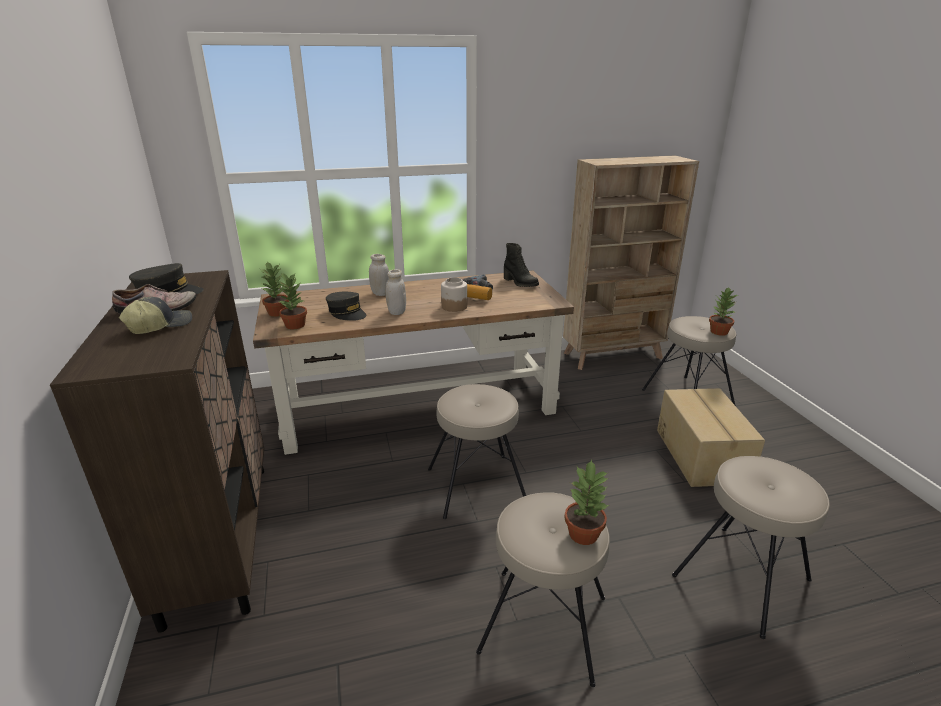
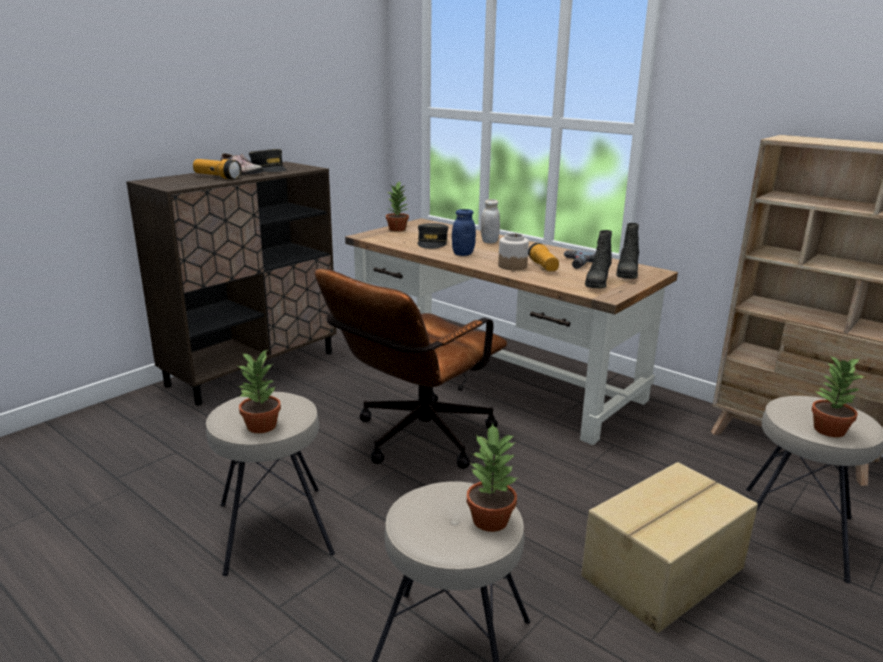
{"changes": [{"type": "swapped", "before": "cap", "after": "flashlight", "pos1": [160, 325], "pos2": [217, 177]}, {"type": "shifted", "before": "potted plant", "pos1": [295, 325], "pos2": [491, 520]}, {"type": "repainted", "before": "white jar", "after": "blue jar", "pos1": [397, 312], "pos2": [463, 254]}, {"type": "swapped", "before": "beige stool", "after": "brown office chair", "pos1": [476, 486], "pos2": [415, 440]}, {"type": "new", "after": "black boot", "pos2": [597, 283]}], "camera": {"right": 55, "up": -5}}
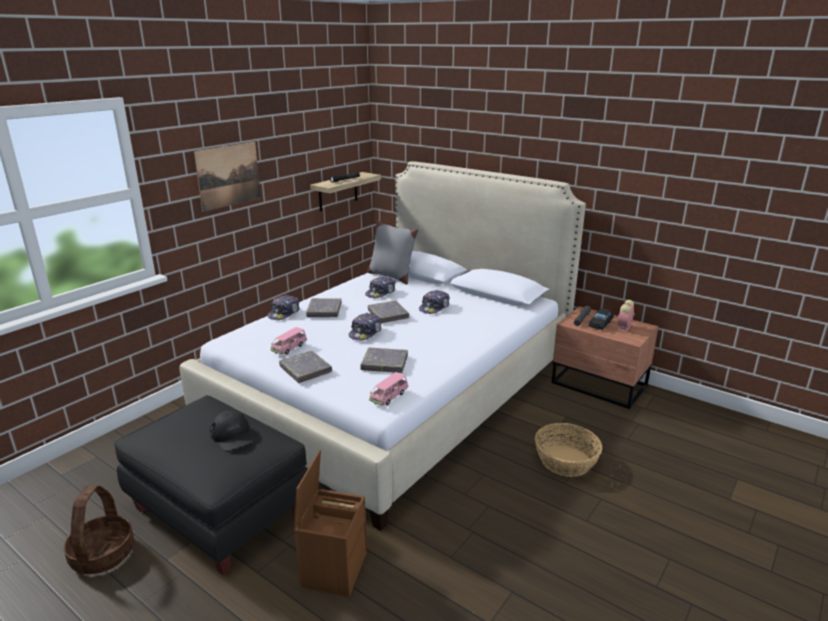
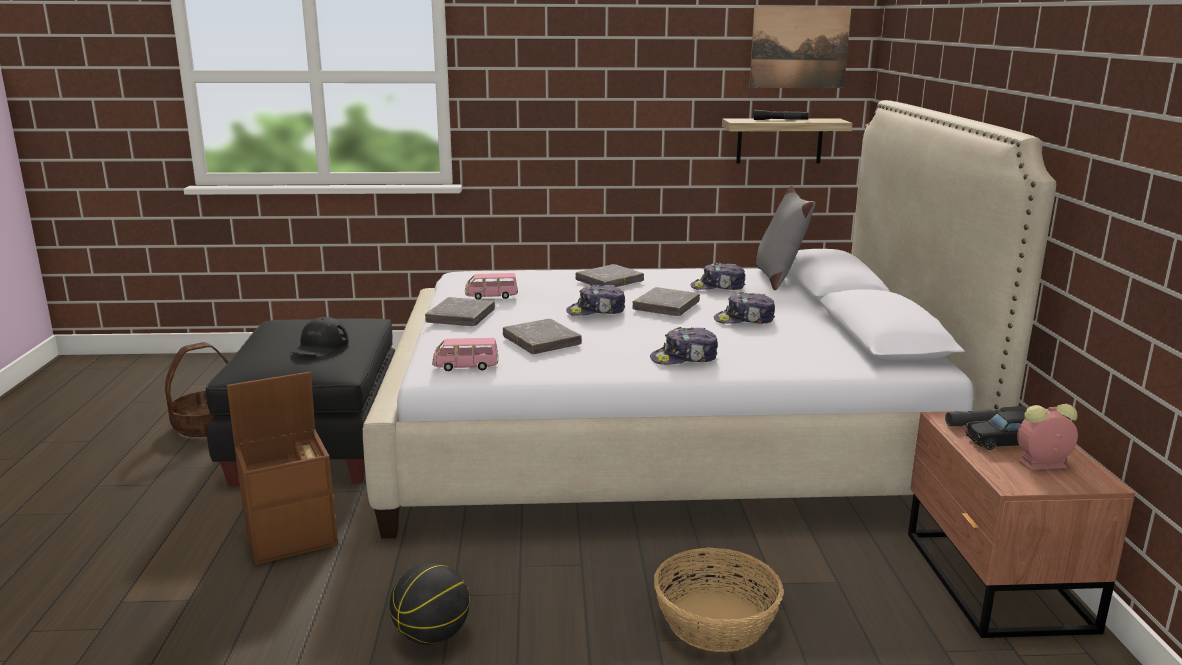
{"changes": [{"type": "shifted", "before": "picture", "pos1": [228, 175], "pos2": [799, 47]}, {"type": "shifted", "before": "cap", "pos1": [284, 313], "pos2": [684, 359]}, {"type": "new", "after": "basketball", "pos2": [432, 636]}], "camera": {"right": 50, "up": -5}}
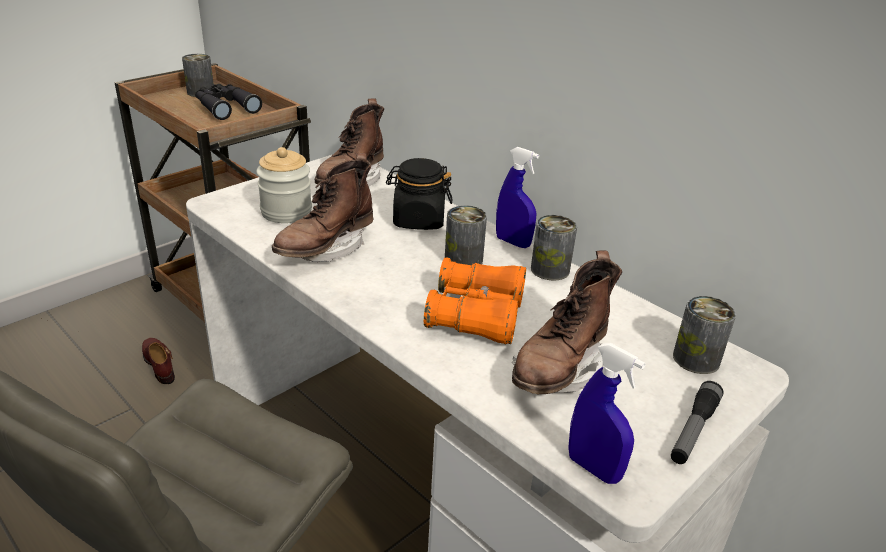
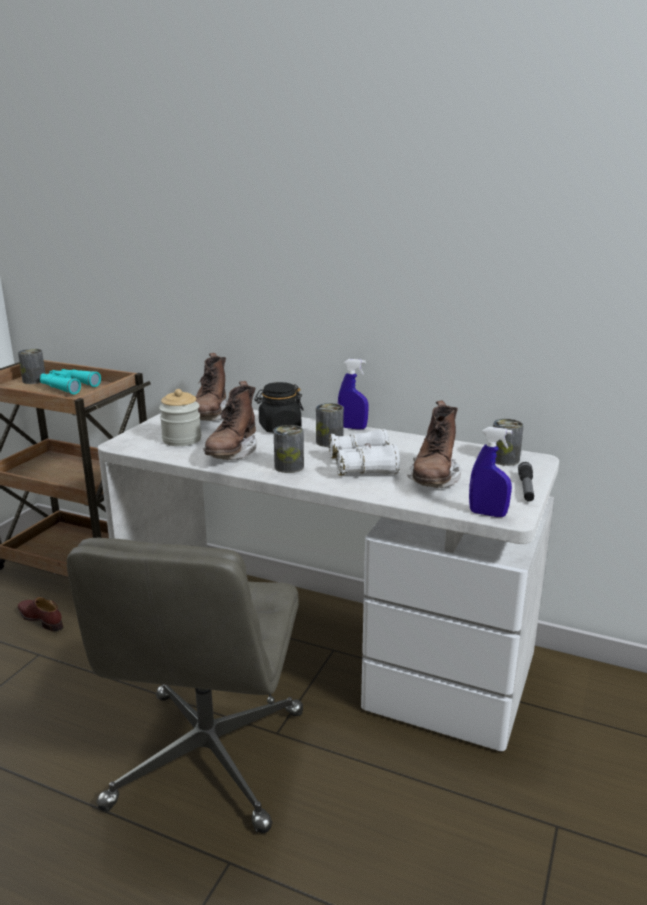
{"changes": [{"type": "repainted", "before": "black binoculars", "after": "turquoise binoculars", "pos1": [225, 107], "pos2": [67, 387]}, {"type": "repainted", "before": "orange binoculars", "after": "white binoculars", "pos1": [476, 315], "pos2": [363, 466]}, {"type": "shifted", "before": "can", "pos1": [550, 269], "pos2": [289, 467]}], "camera": {"right": -20, "up": -10}}
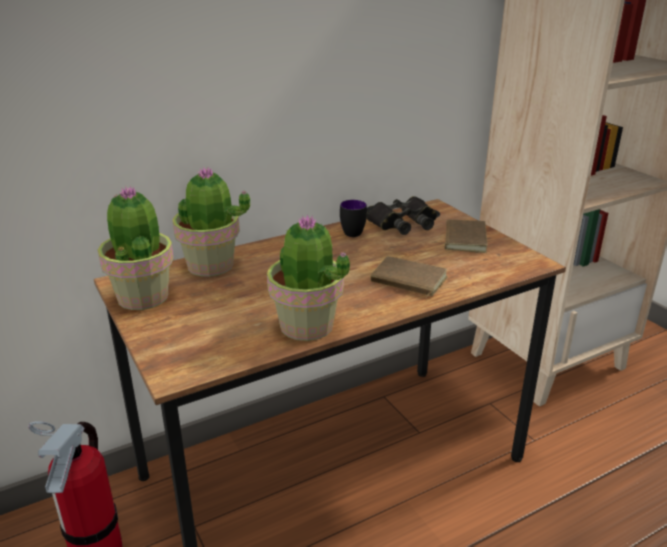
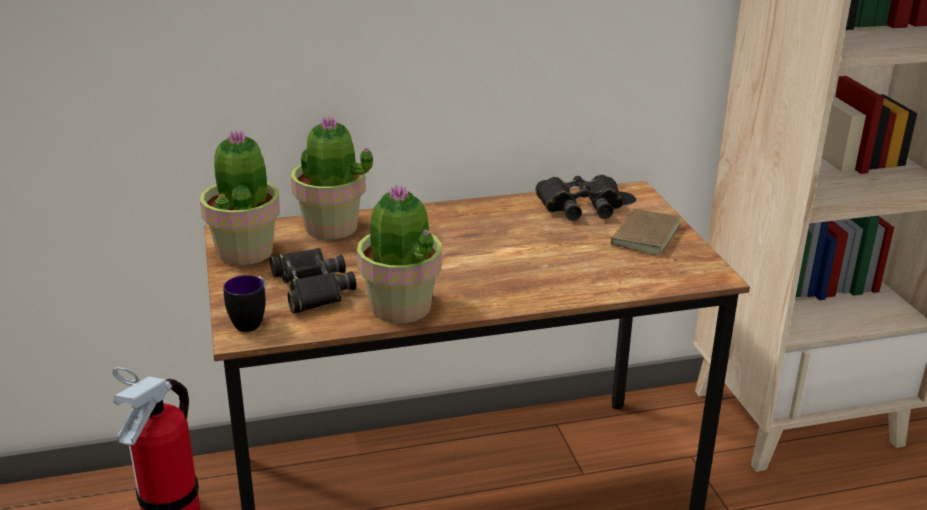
{"changes": [{"type": "shifted", "before": "mug", "pos1": [353, 231], "pos2": [252, 321]}, {"type": "gone", "before": "brown book", "pos1": [407, 281]}, {"type": "new", "after": "black binoculars", "pos2": [311, 288]}], "camera": {"right": 15, "up": 0}}
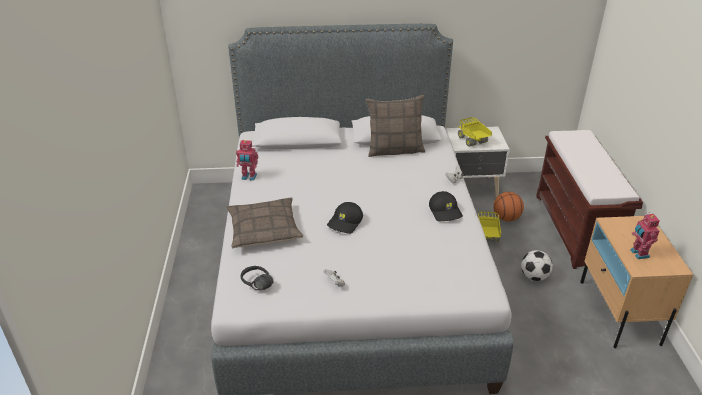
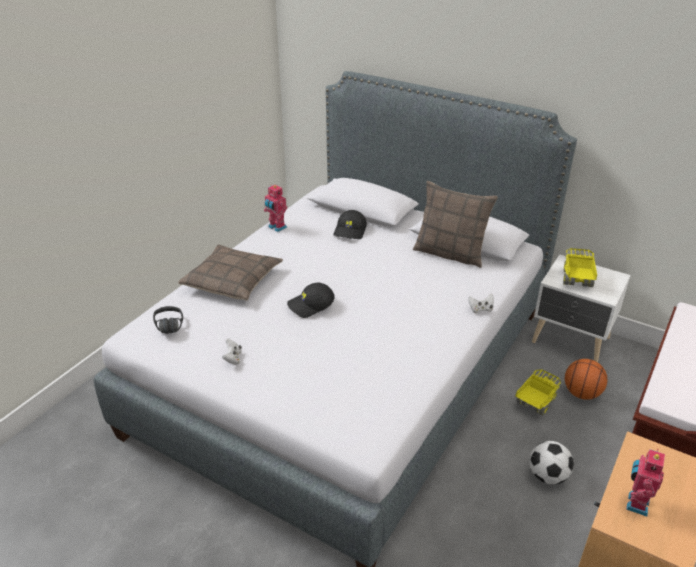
{"changes": [{"type": "shifted", "before": "black cap", "pos1": [445, 212], "pos2": [350, 231]}], "camera": {"right": 35, "up": 0}}
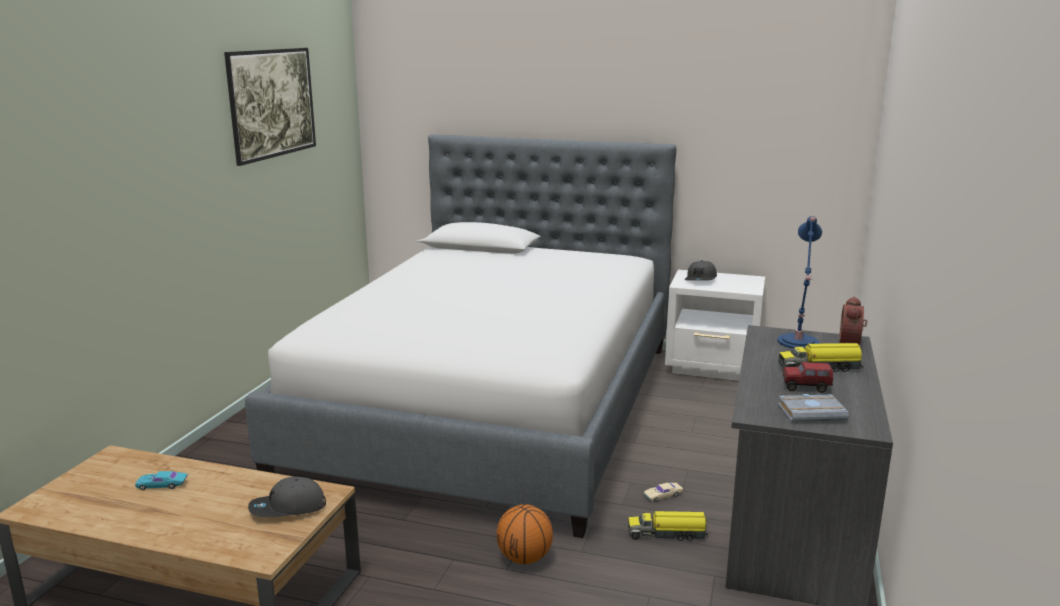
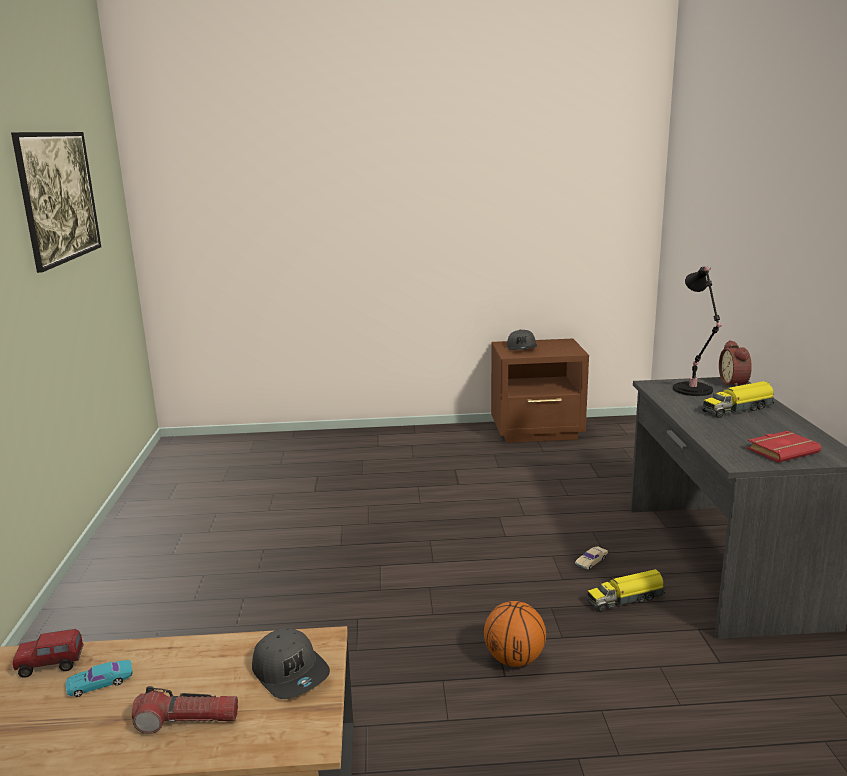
{"changes": [{"type": "gone", "before": "bed", "pos1": [494, 406]}, {"type": "rotated", "before": "grey cap", "pos1": [287, 509], "pos2": [291, 672], "turn": -90}, {"type": "repainted", "before": "white nightstand", "after": "brown nightstand", "pos1": [713, 368], "pos2": [538, 431]}, {"type": "repainted", "before": "blue table lamp", "after": "black table lamp", "pos1": [797, 343], "pos2": [693, 391]}, {"type": "repainted", "before": "grey book", "after": "red book", "pos1": [812, 412], "pos2": [782, 450]}, {"type": "shifted", "before": "toy truck", "pos1": [806, 388], "pos2": [51, 666]}, {"type": "new", "after": "flashlight", "pos2": [187, 720]}], "camera": {"right": -20, "up": 0}}
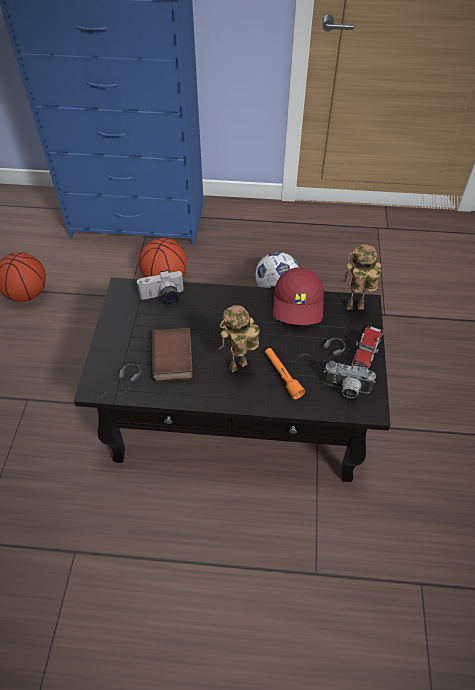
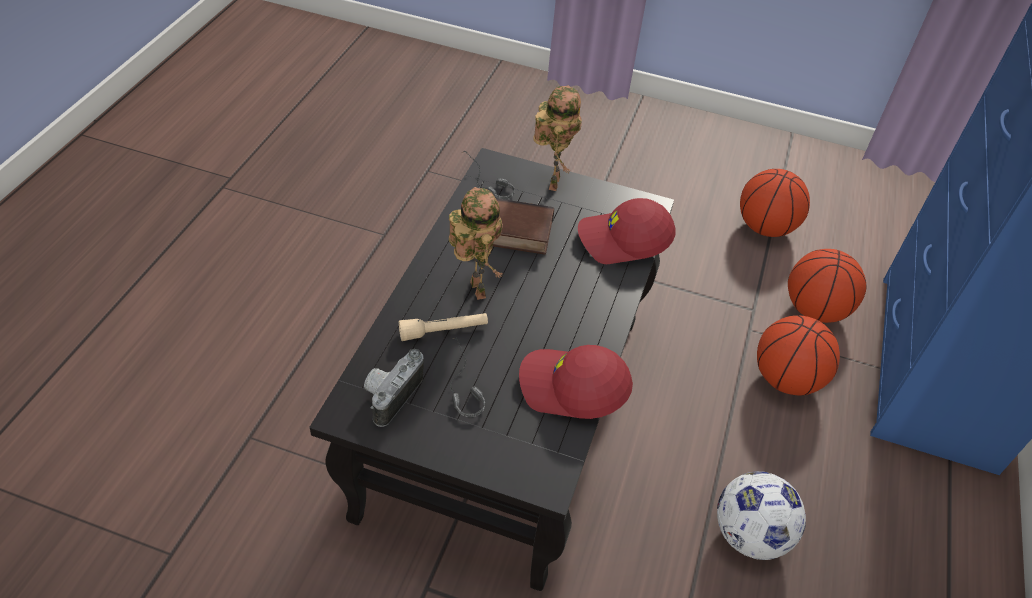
{"changes": [{"type": "swapped", "before": "photo camera", "after": "red cap", "pos1": [163, 297], "pos2": [623, 241]}, {"type": "repainted", "before": "orange flashlight", "after": "beige flashlight", "pos1": [282, 376], "pos2": [443, 331]}, {"type": "shifted", "before": "toy robot", "pos1": [354, 308], "pos2": [551, 181]}, {"type": "gone", "before": "toy truck", "pos1": [367, 350]}, {"type": "new", "after": "basketball", "pos2": [814, 310]}], "camera": {"right": 100, "up": -5}}
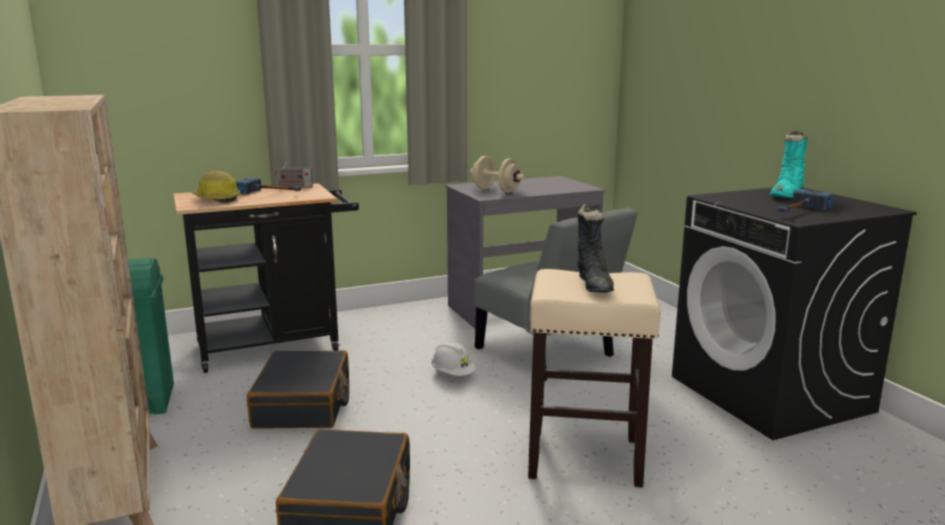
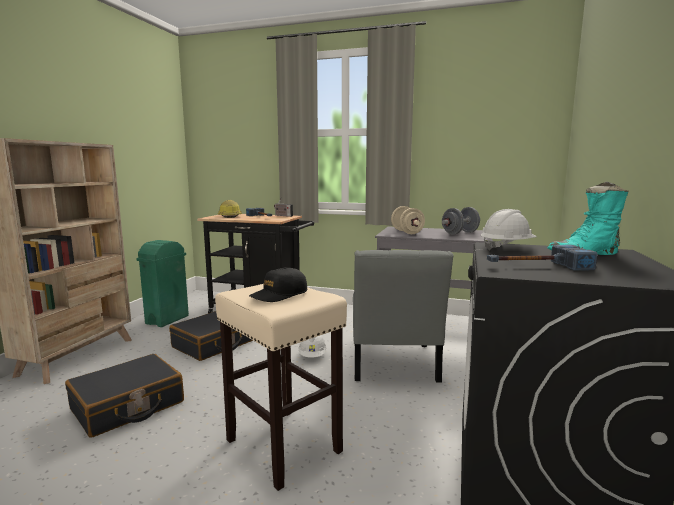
{"changes": [{"type": "swapped", "before": "black boot", "after": "black cap", "pos1": [594, 284], "pos2": [279, 294]}, {"type": "new", "after": "grey dumbbell", "pos2": [460, 233]}, {"type": "new", "after": "white hard hat", "pos2": [506, 247]}], "camera": {"right": 40, "up": -5}}
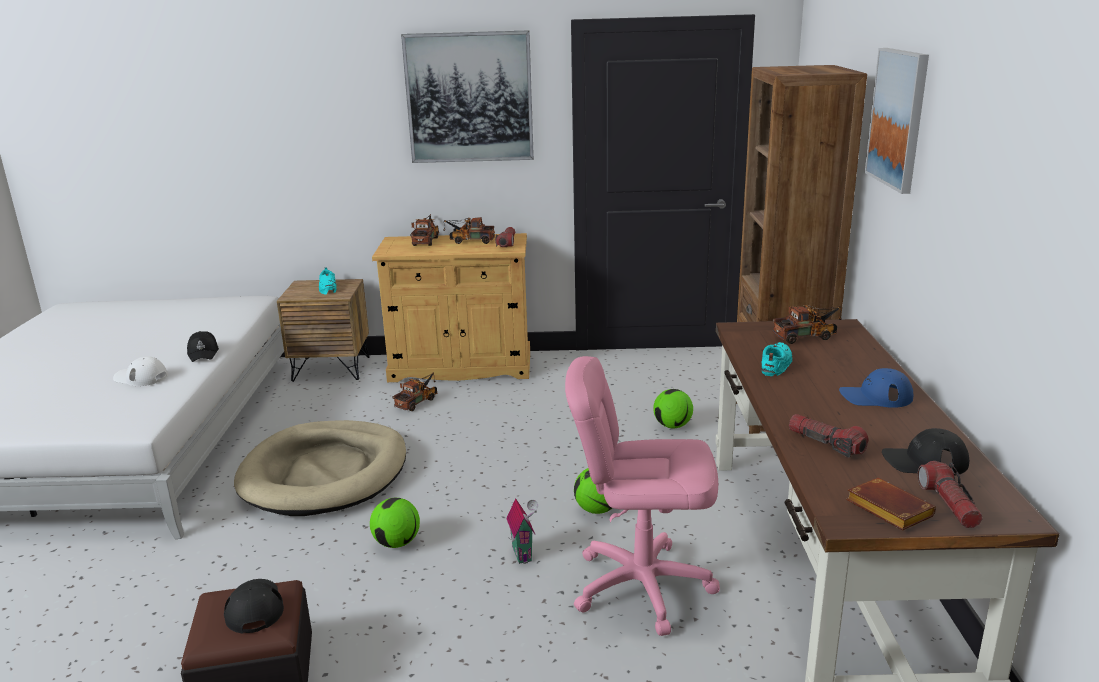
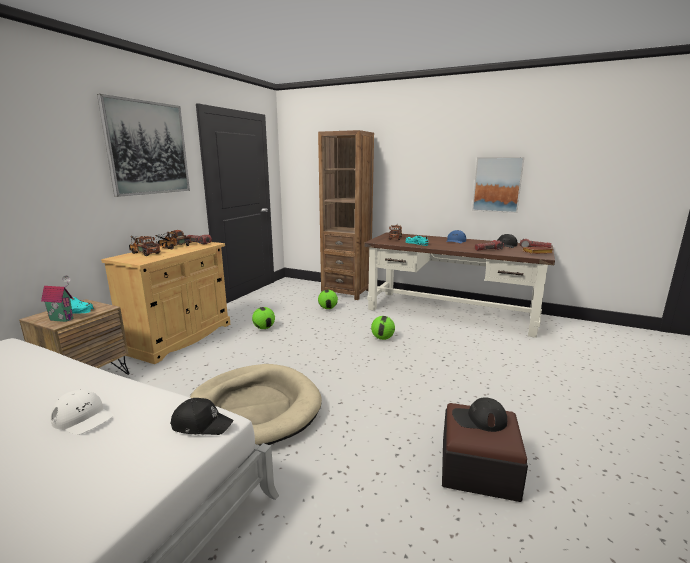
{"changes": [{"type": "rotated", "before": "white cap", "pos1": [141, 377], "pos2": [83, 418], "turn": -105}, {"type": "shifted", "before": "black cap", "pos1": [204, 353], "pos2": [201, 424]}, {"type": "shifted", "before": "football", "pos1": [397, 543], "pos2": [264, 328]}, {"type": "gone", "before": "toy truck", "pos1": [418, 401]}, {"type": "shifted", "before": "toy house", "pos1": [524, 553], "pos2": [63, 319]}, {"type": "gone", "before": "pink office chair", "pos1": [642, 586]}, {"type": "shifted", "before": "picture", "pos1": [898, 118], "pos2": [497, 184]}], "camera": {"right": -65, "up": -5}}
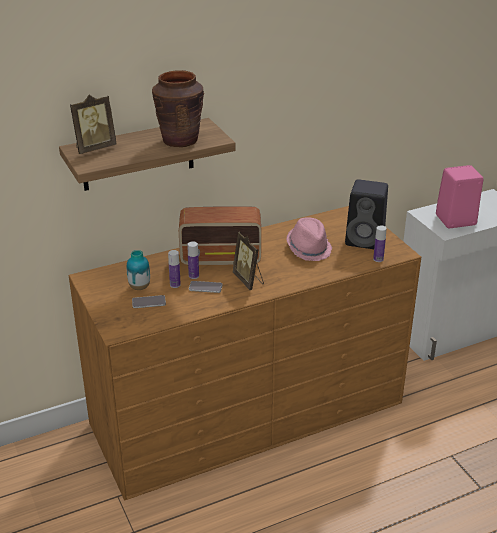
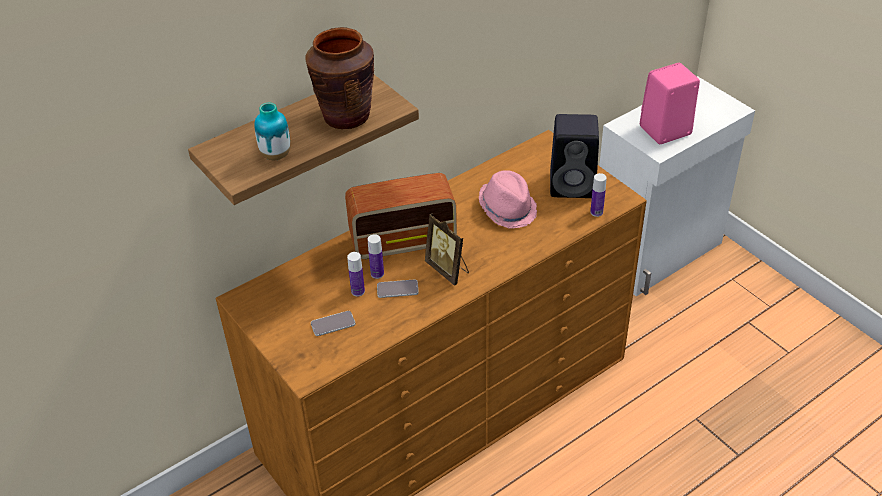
{"changes": [{"type": "gone", "before": "picture frame", "pos1": [94, 148]}, {"type": "shifted", "before": "vase", "pos1": [139, 287], "pos2": [276, 155]}], "camera": {"right": -10, "up": 10}}
